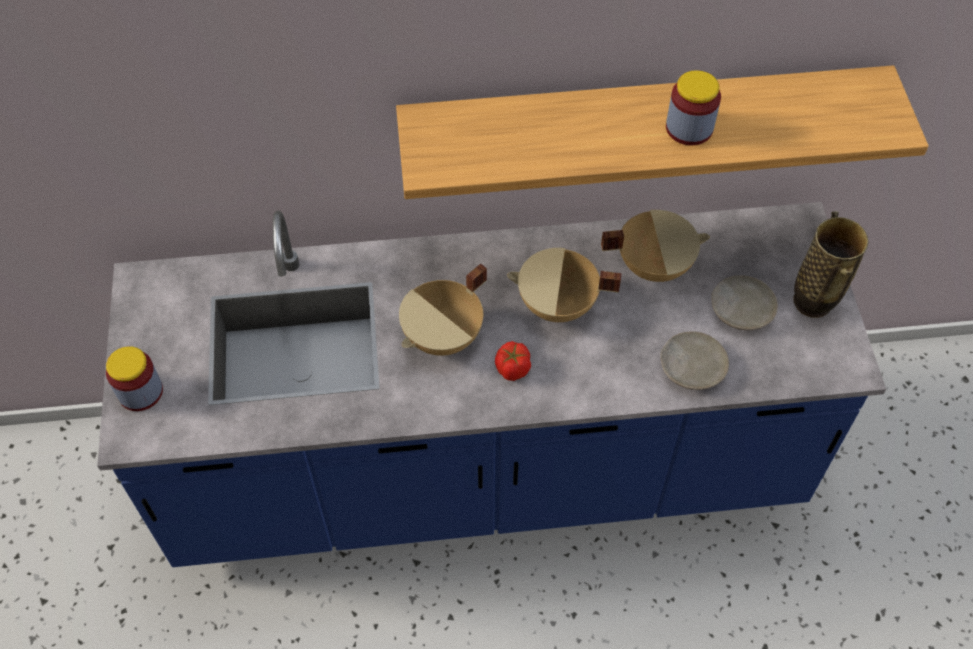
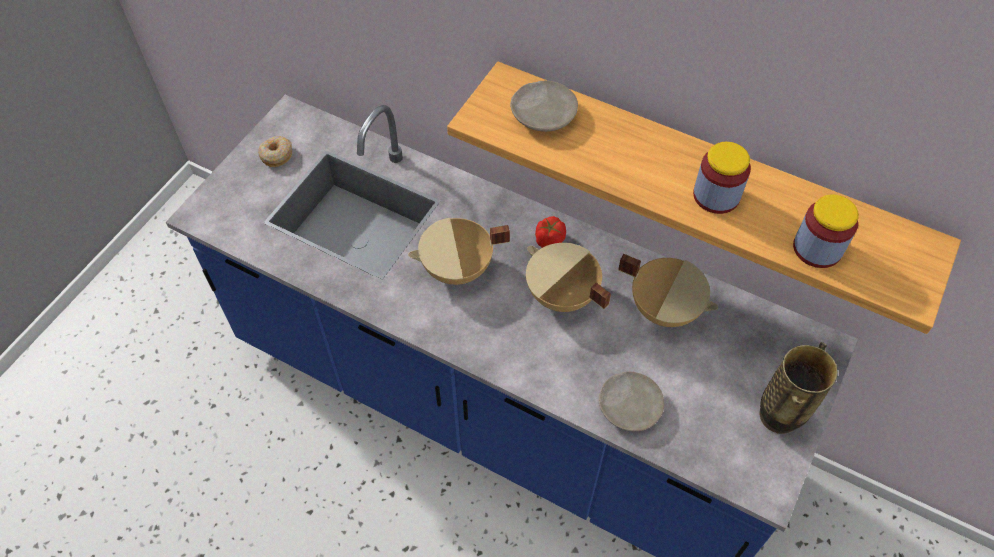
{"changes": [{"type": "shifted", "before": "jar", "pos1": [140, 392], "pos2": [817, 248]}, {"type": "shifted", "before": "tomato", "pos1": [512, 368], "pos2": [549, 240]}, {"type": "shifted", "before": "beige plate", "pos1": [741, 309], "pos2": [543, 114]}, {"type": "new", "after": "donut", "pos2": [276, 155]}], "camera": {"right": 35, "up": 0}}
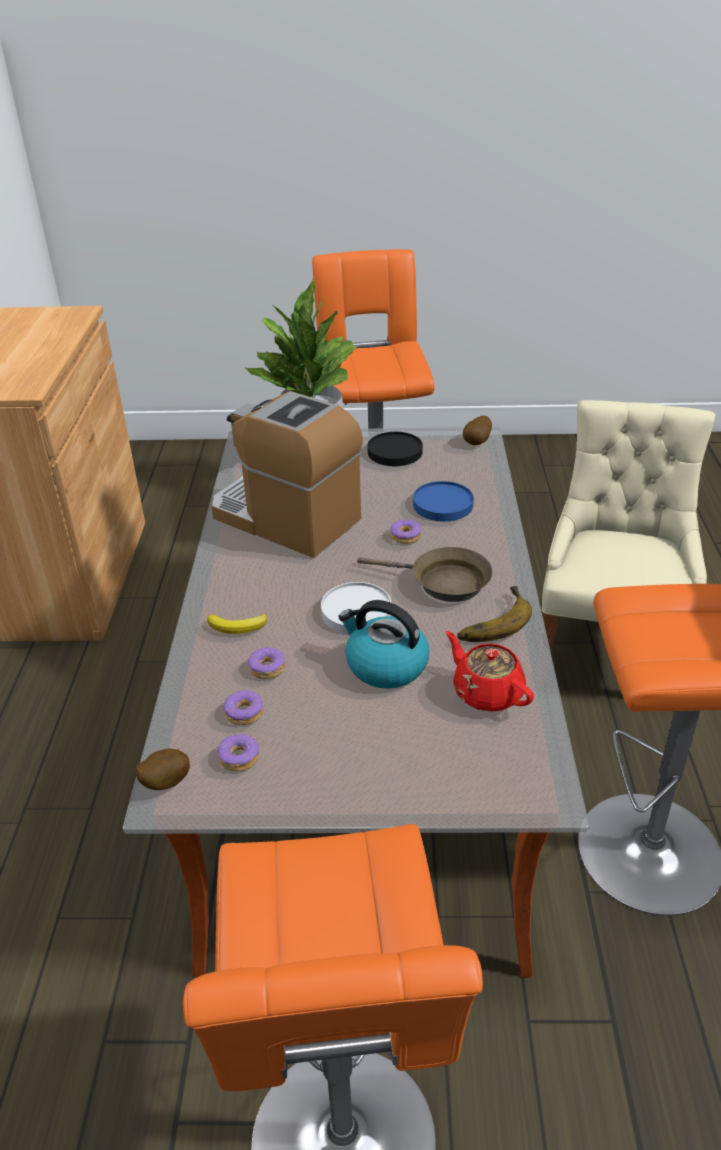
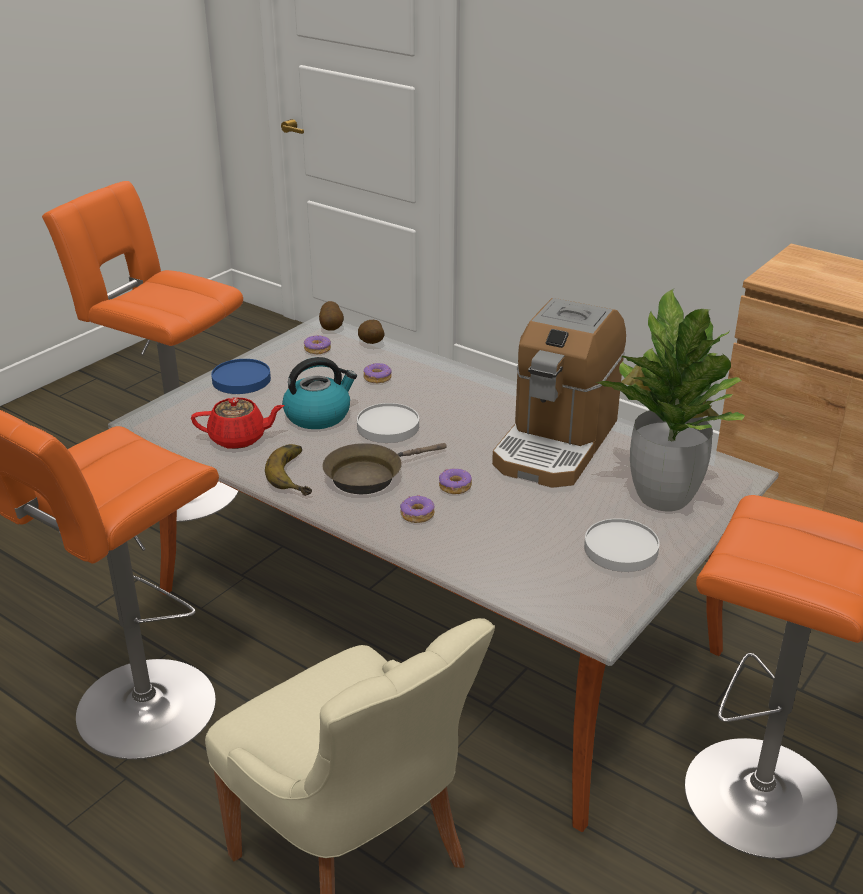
{"changes": [{"type": "gone", "before": "banana", "pos1": [238, 626]}, {"type": "rotated", "before": "coffee machine", "pos1": [285, 518], "pos2": [556, 443], "turn": 135}, {"type": "shifted", "before": "donut", "pos1": [244, 713], "pos2": [417, 515]}, {"type": "repainted", "before": "black plate", "after": "white plate", "pos1": [395, 452], "pos2": [620, 549]}, {"type": "shifted", "before": "blue plate", "pos1": [442, 504], "pos2": [242, 380]}, {"type": "shifted", "before": "potato", "pos1": [477, 443], "pos2": [371, 344]}], "camera": {"right": 125, "up": -5}}
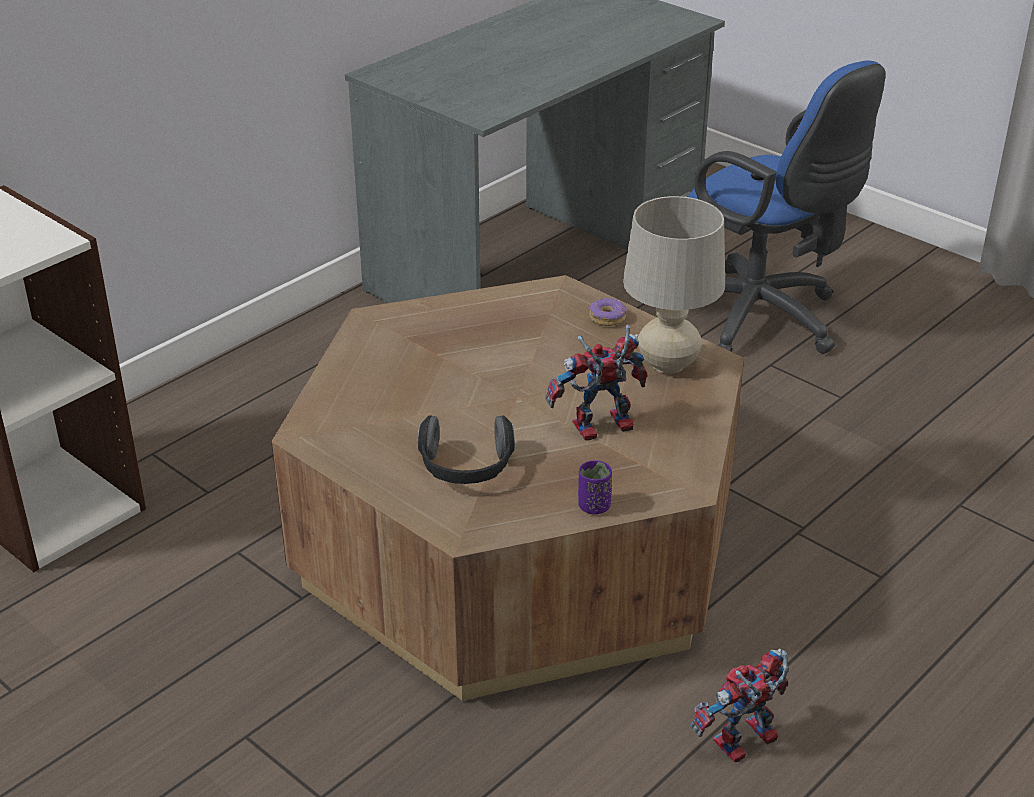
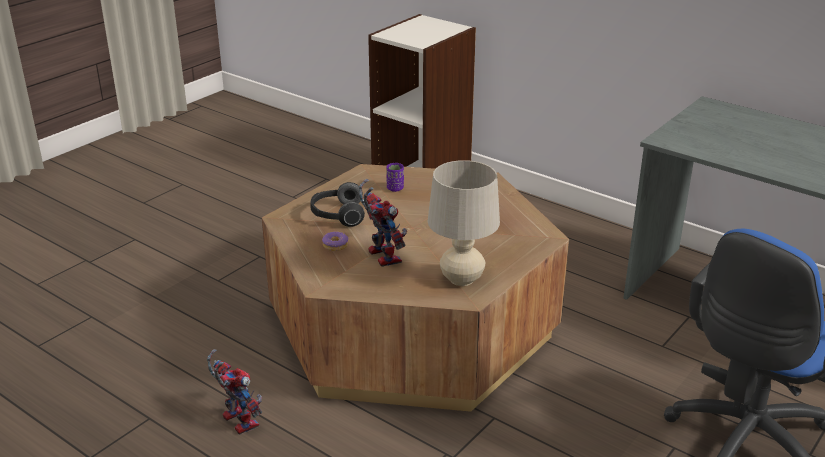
{"changes": [{"type": "shifted", "before": "purple cup", "pos1": [594, 506], "pos2": [395, 188]}, {"type": "shifted", "before": "donut", "pos1": [607, 318], "pos2": [335, 245]}], "camera": {"right": 85, "up": -5}}
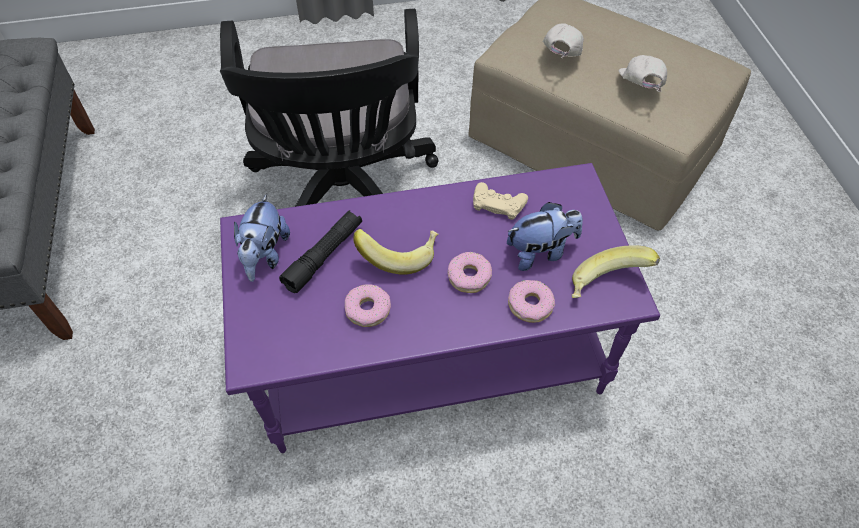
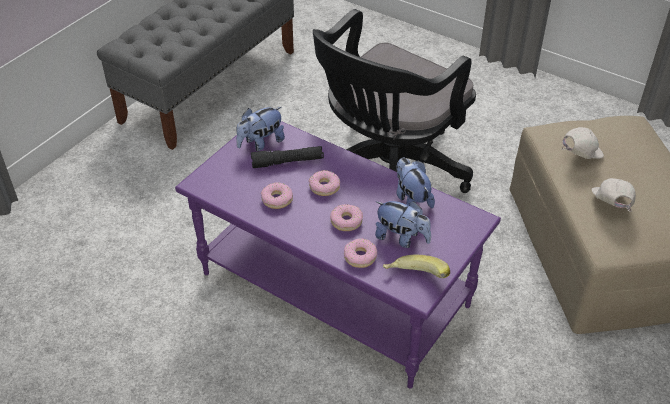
{"changes": [{"type": "swapped", "before": "banana", "after": "donut", "pos1": [399, 255], "pos2": [324, 187]}, {"type": "swapped", "before": "beige game controller", "after": "plush toy", "pos1": [498, 204], "pos2": [411, 200]}, {"type": "rotated", "before": "white cap", "pos1": [639, 88], "pos2": [610, 206], "turn": -45}], "camera": {"right": 45, "up": -10}}
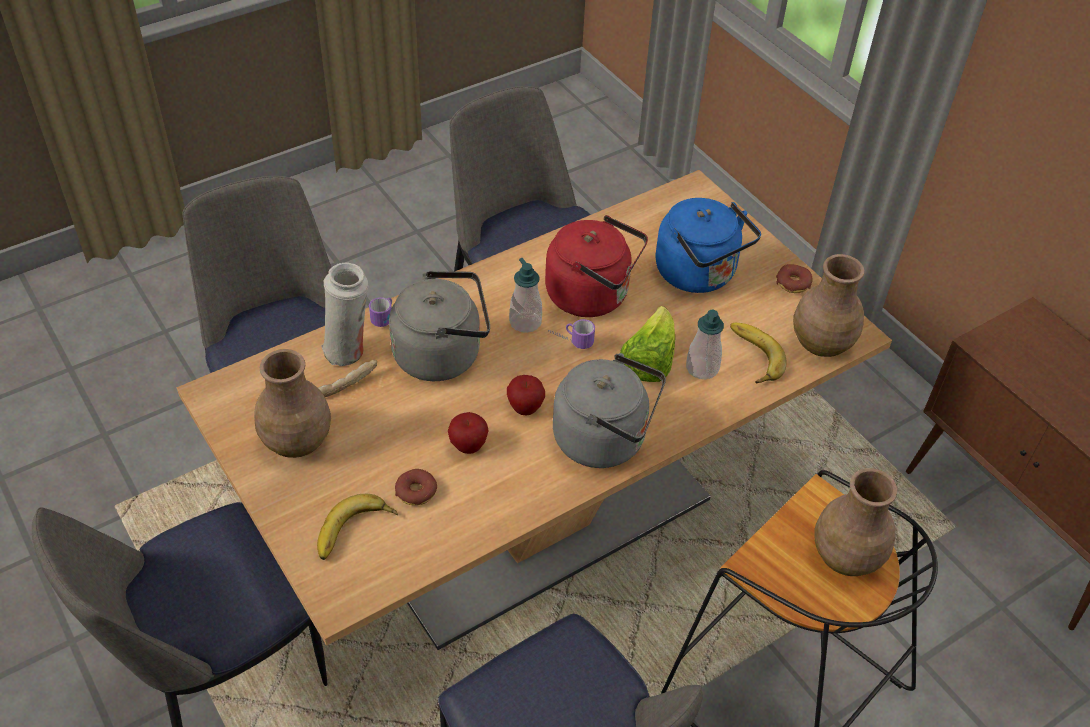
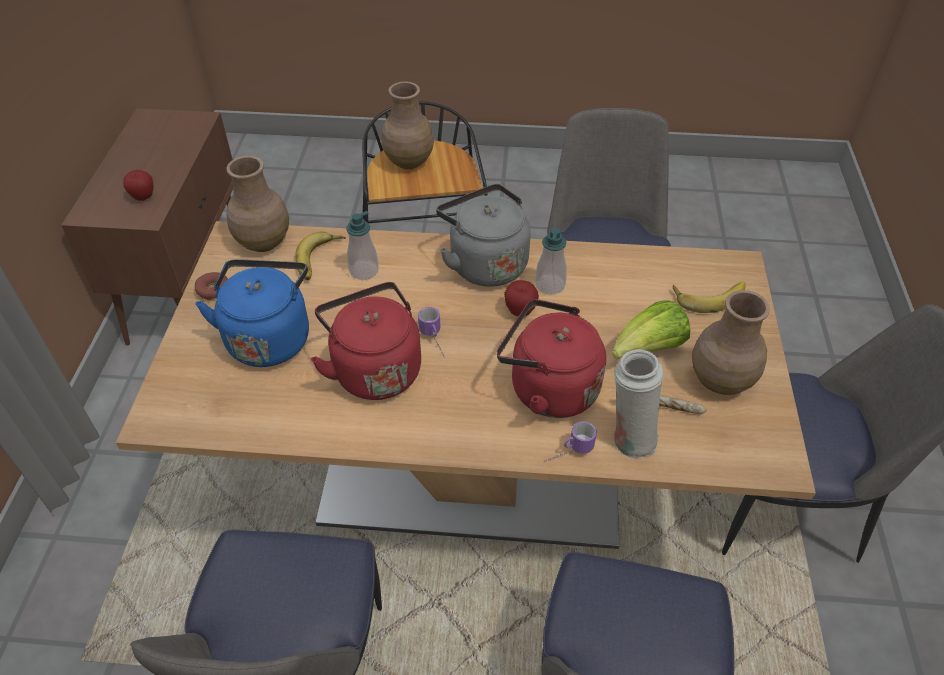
{"changes": [{"type": "repainted", "before": "grey kettle", "after": "red kettle", "pos1": [442, 354], "pos2": [548, 388]}, {"type": "gone", "before": "donut", "pos1": [416, 491]}, {"type": "shifted", "before": "apple", "pos1": [468, 446], "pos2": [143, 197]}, {"type": "shifted", "before": "soap dispenser", "pos1": [525, 322], "pos2": [550, 285]}, {"type": "shifted", "before": "lettuce", "pos1": [648, 362], "pos2": [648, 349]}], "camera": {"right": -140, "up": 0}}
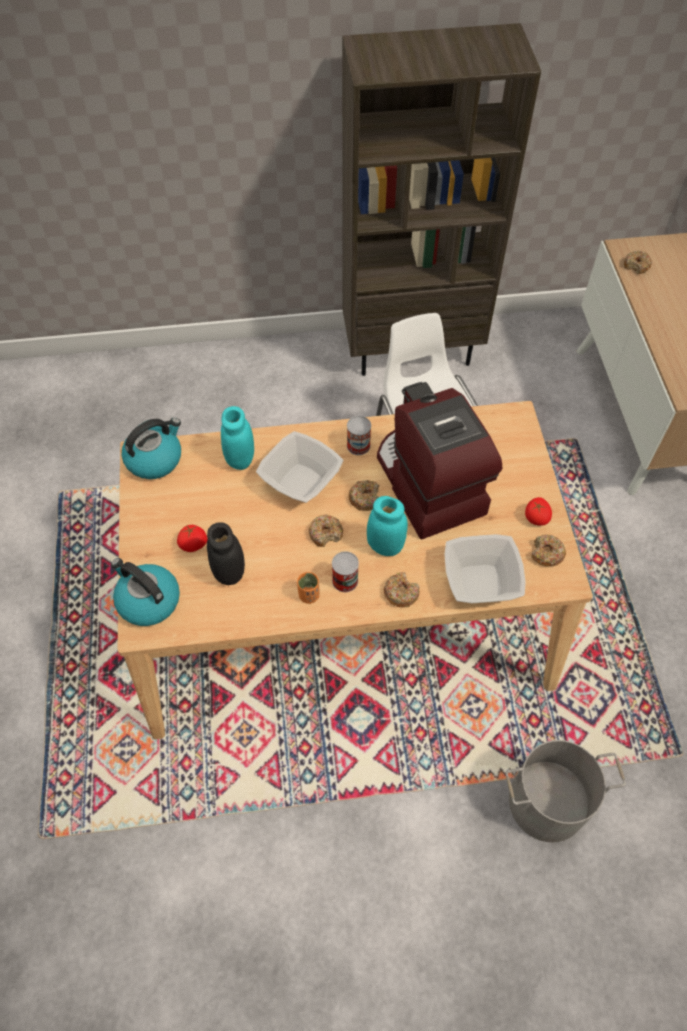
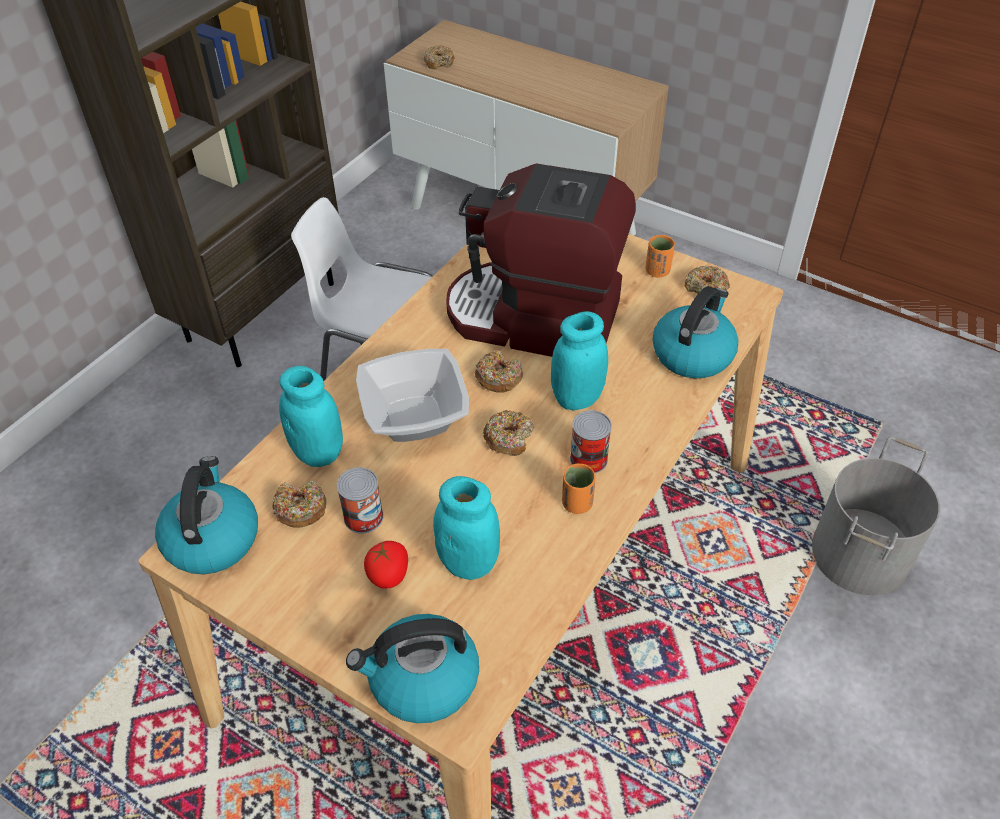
{"changes": [{"type": "repainted", "before": "black jar", "after": "turquoise jar", "pos1": [229, 572], "pos2": [468, 562]}, {"type": "shifted", "before": "can", "pos1": [358, 445], "pos2": [363, 517]}, {"type": "shifted", "before": "donut", "pos1": [401, 593], "pos2": [300, 509]}, {"type": "swapped", "before": "bowl", "after": "kettle", "pos1": [479, 581], "pos2": [692, 353]}, {"type": "swapped", "before": "tomato", "after": "orange cup", "pos1": [536, 518], "pos2": [657, 271]}], "camera": {"right": -50, "up": -10}}
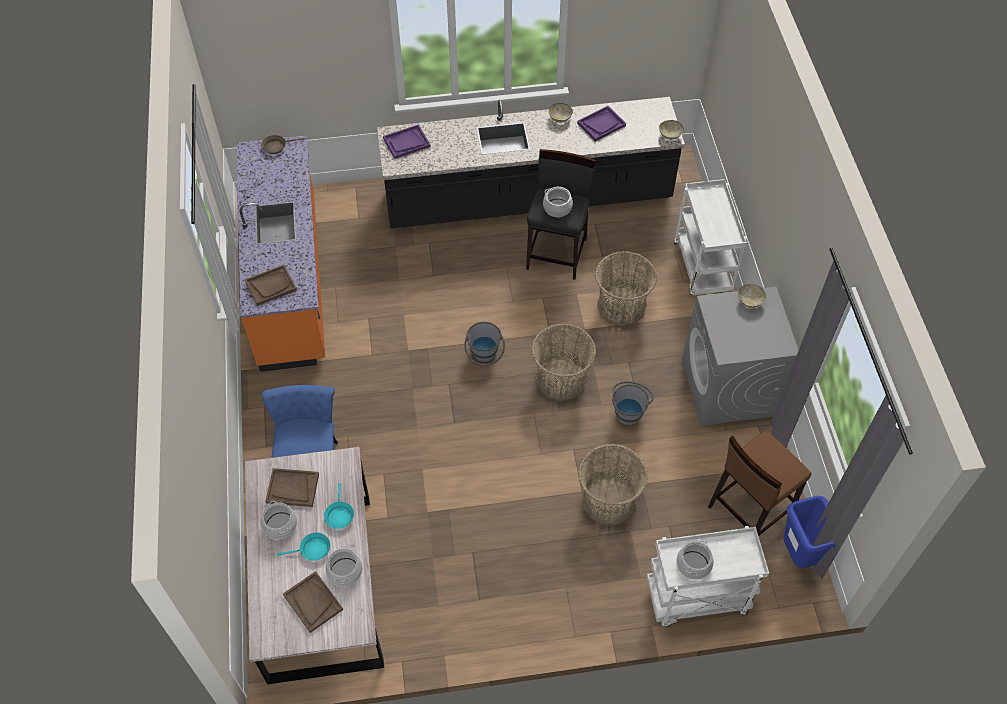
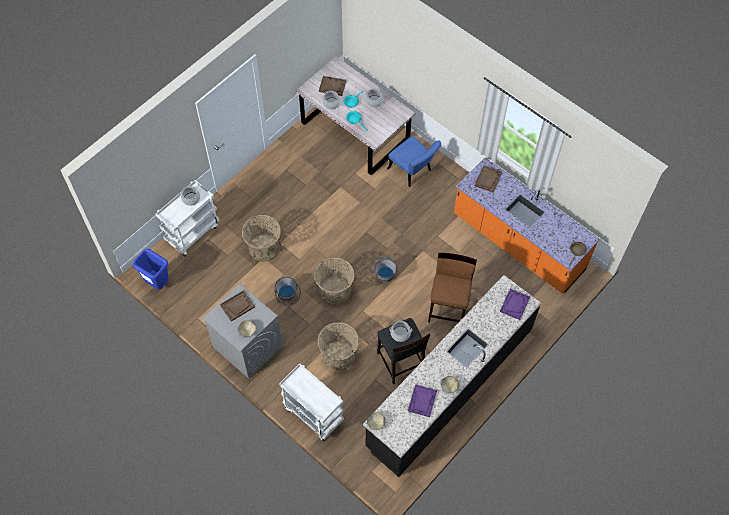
{"changes": [{"type": "shifted", "before": "brown tray", "pos1": [292, 488], "pos2": [237, 306]}, {"type": "shifted", "before": "brown stool", "pos1": [749, 510], "pos2": [448, 309]}], "camera": {"right": 140, "up": 5}}
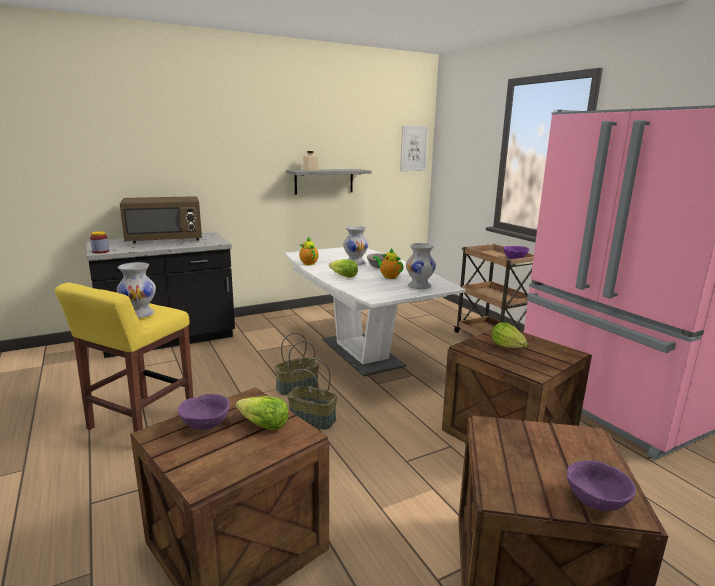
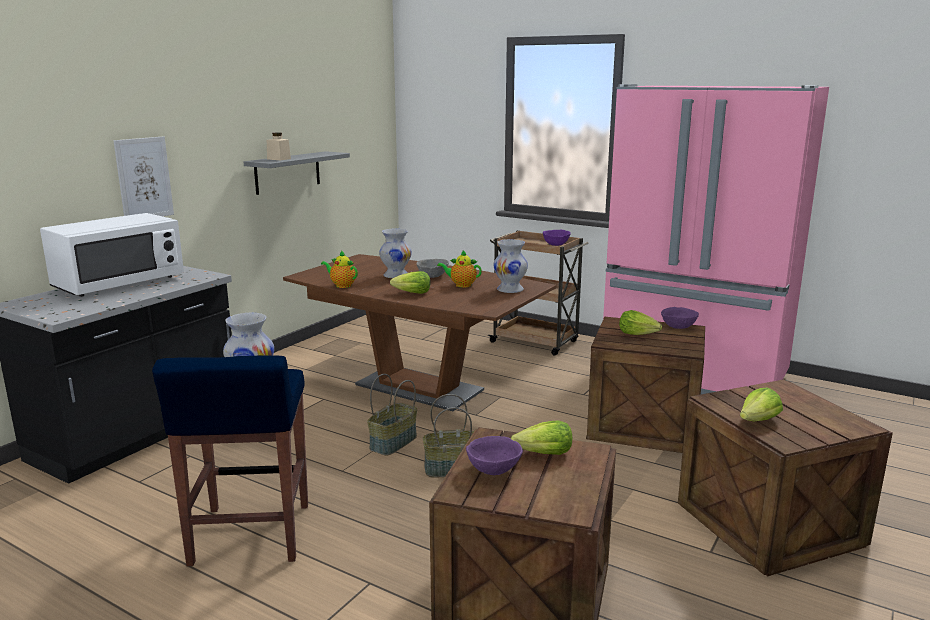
{"changes": [{"type": "repainted", "before": "yellow stool", "after": "blue stool", "pos1": [140, 422], "pos2": [250, 536]}, {"type": "gone", "before": "jar", "pos1": [100, 251]}, {"type": "repainted", "before": "brown microwave", "after": "white microwave", "pos1": [165, 240], "pos2": [119, 284]}, {"type": "repainted", "before": "white dining table", "after": "brown dining table", "pos1": [362, 353], "pos2": [419, 388]}, {"type": "shifted", "before": "picture", "pos1": [413, 148], "pos2": [144, 179]}, {"type": "shifted", "before": "purple bowl", "pos1": [596, 503], "pos2": [679, 327]}, {"type": "new", "after": "lettuce", "pos2": [758, 421]}], "camera": {"right": -30, "up": 0}}
